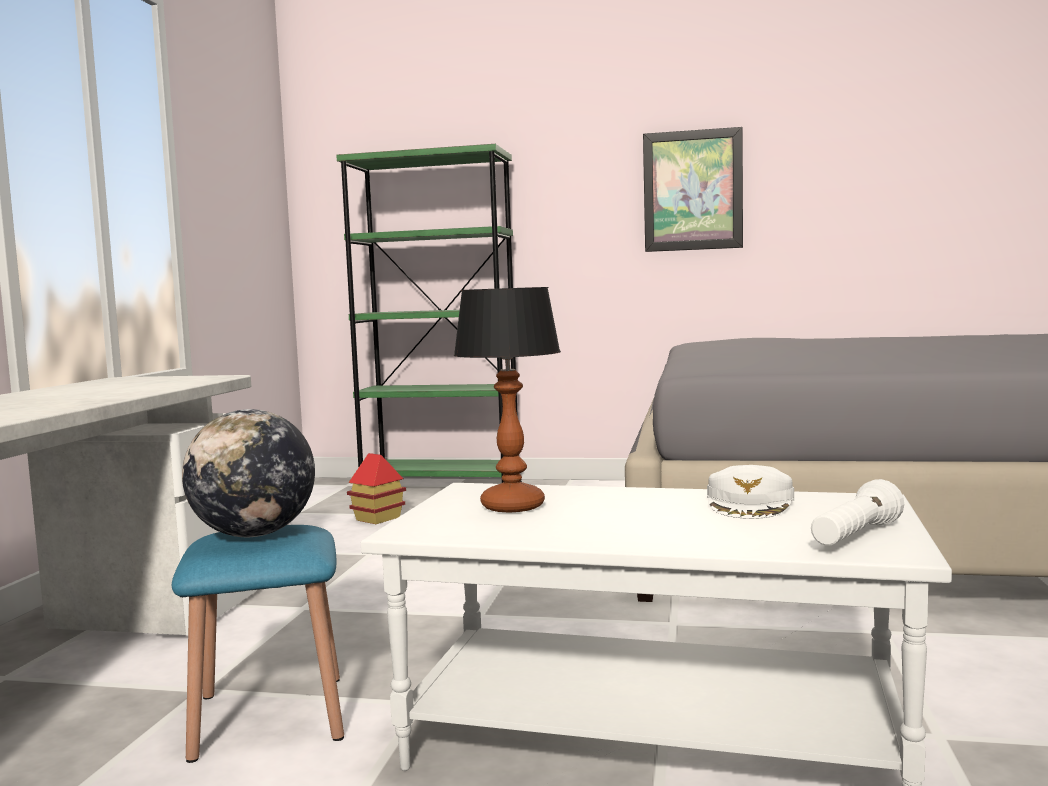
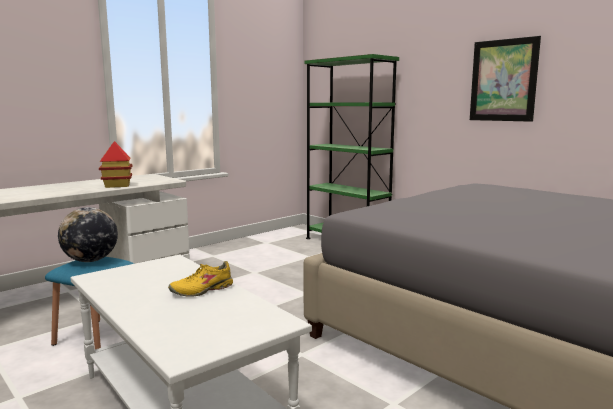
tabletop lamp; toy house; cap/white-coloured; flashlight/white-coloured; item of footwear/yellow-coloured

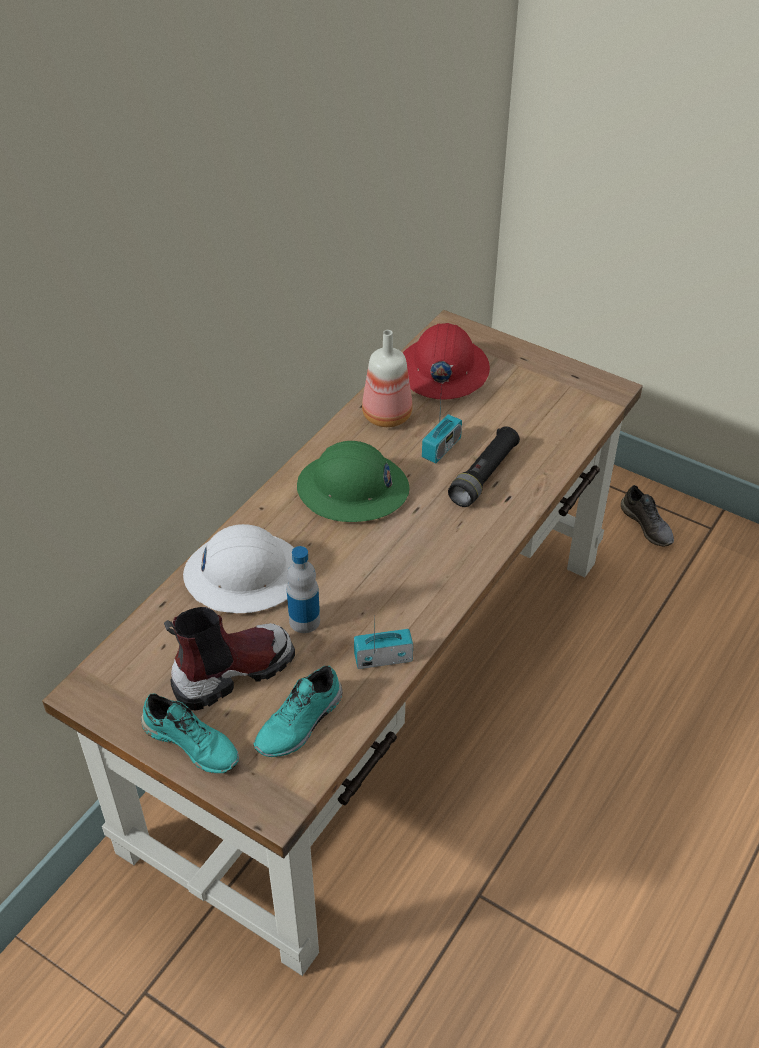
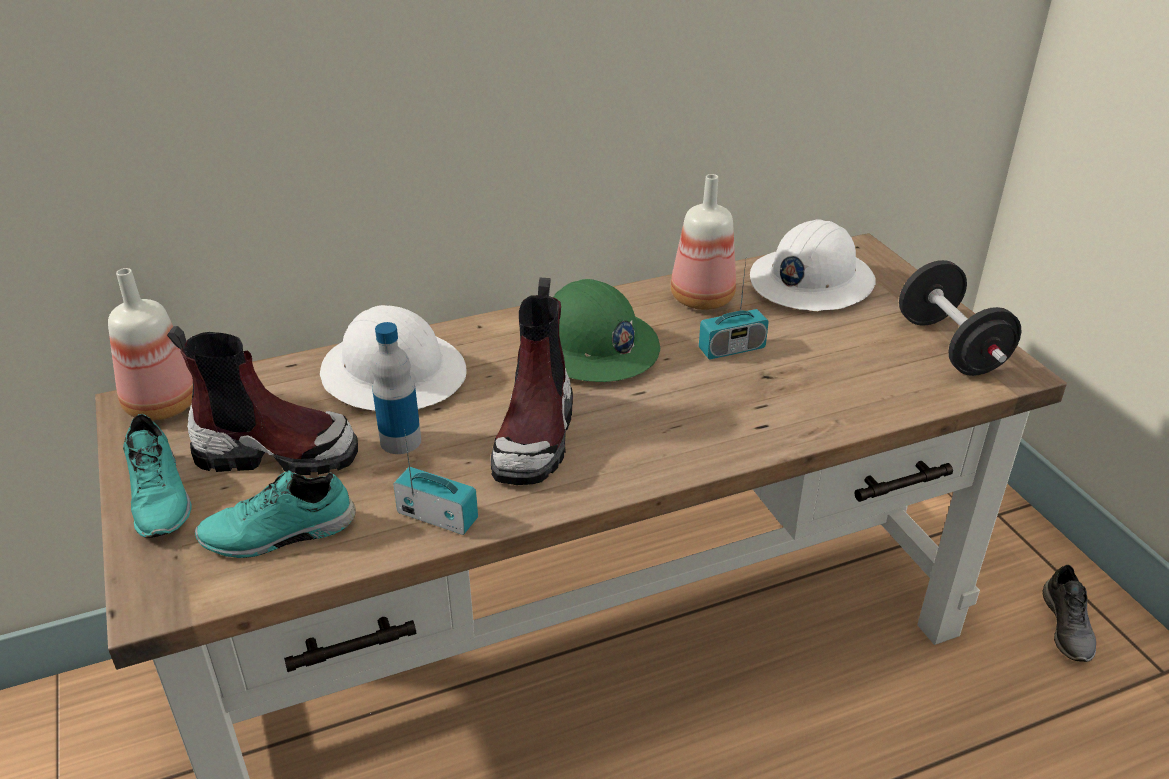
safety helmet/white-coloured (no. 2 from left); flashlight/blackish; hand weight/blackish; beverage bottle (no. 1 from left); tall boot (no. 2 from left)

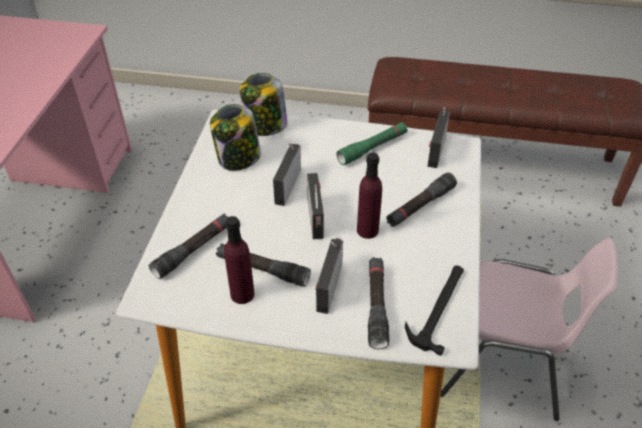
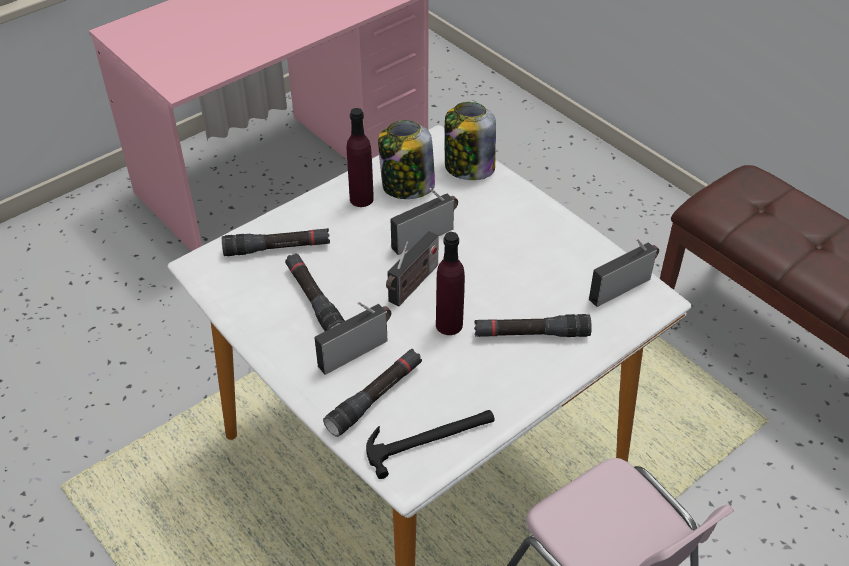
flashlight/green-coloured; beverage bottle/purple-coloured (no. 1 from left)

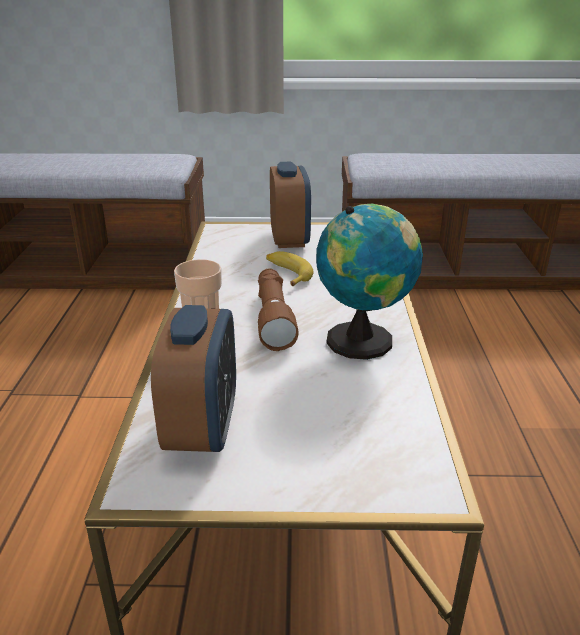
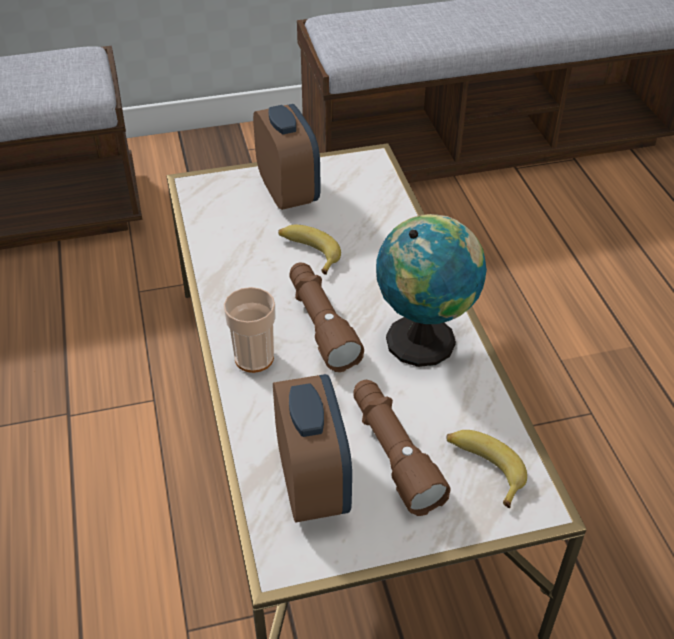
flashlight/brown-coloured (no. 2 from left); banana (no. 2 from left)

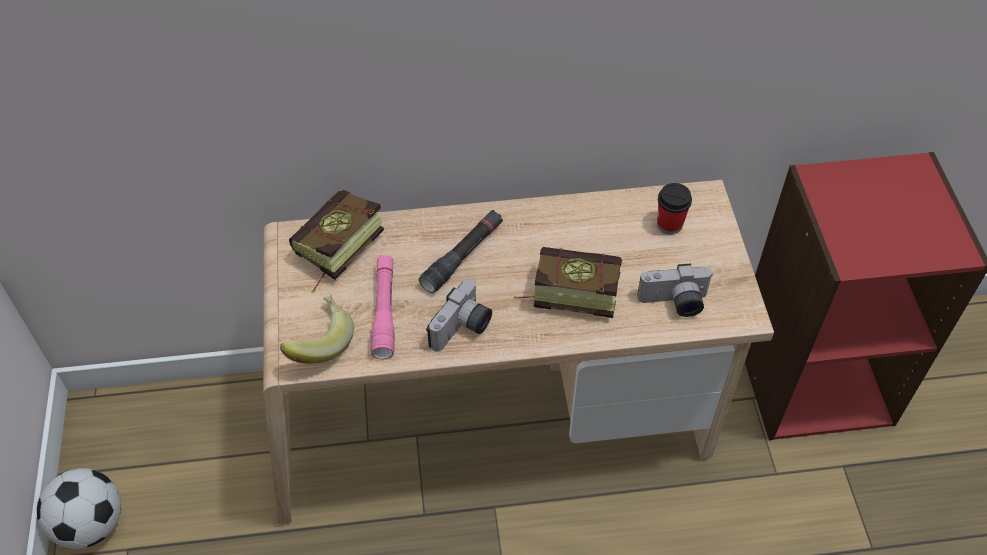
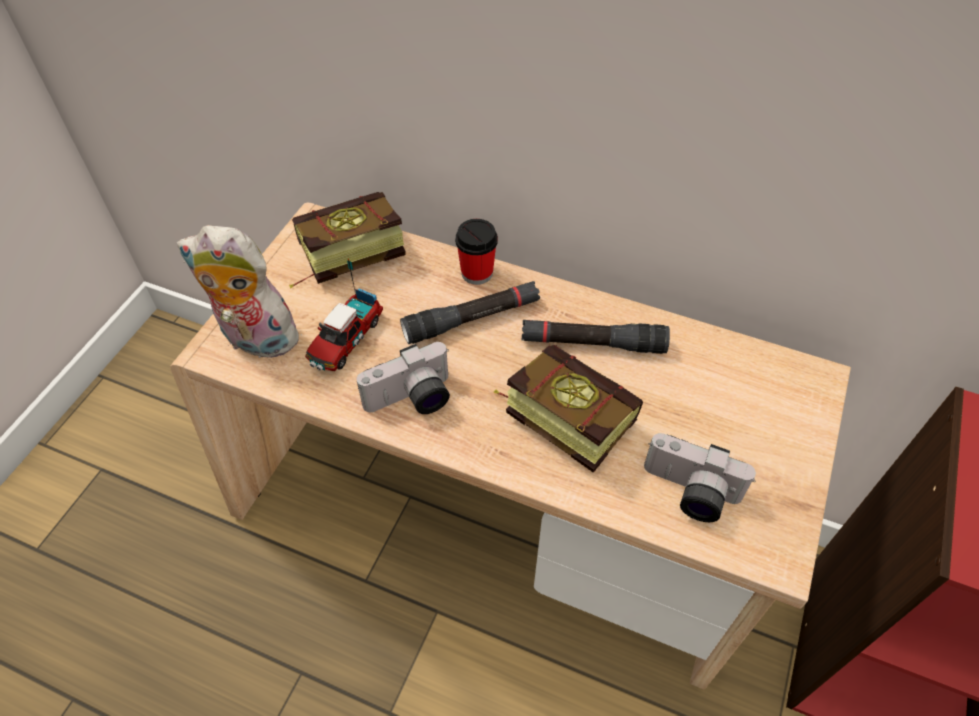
drinking cup; toy truck; soft toy; football; flashlight/blackish (no. 2 from left)

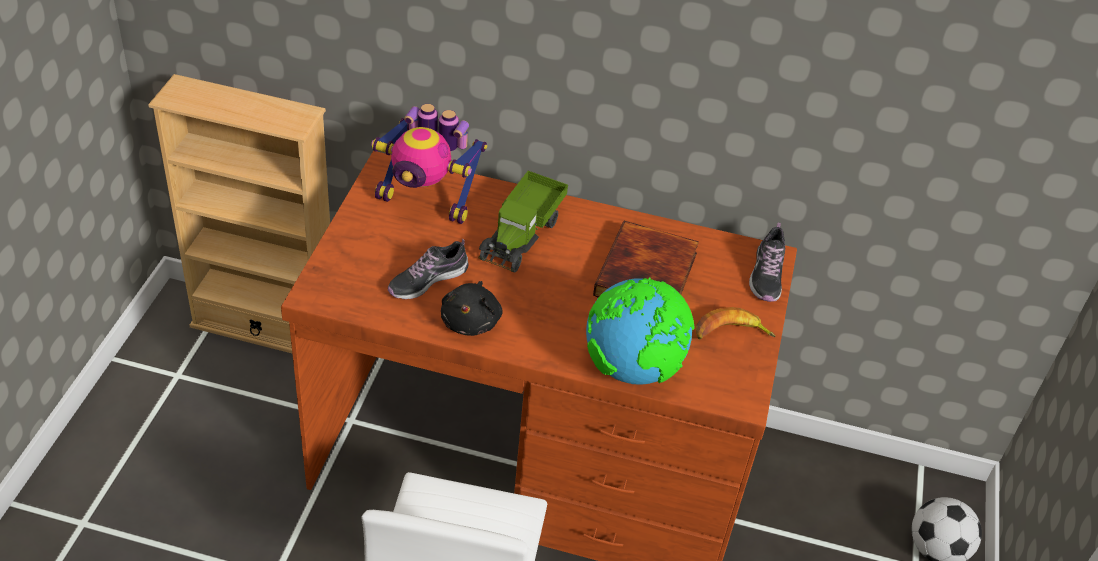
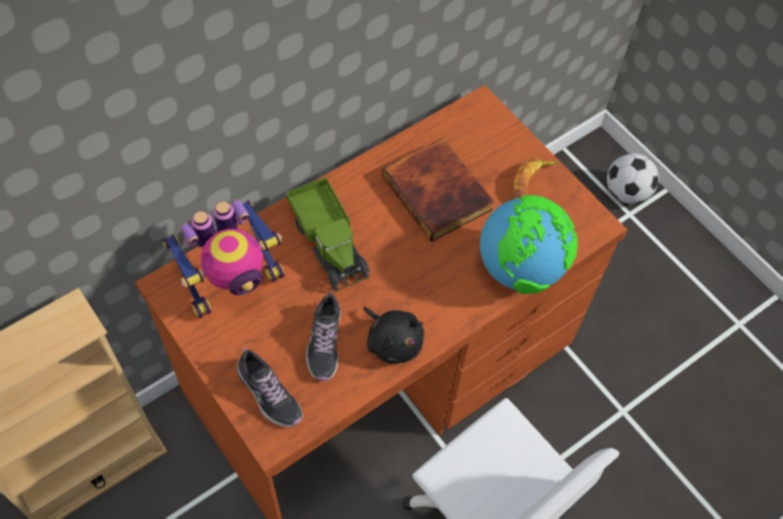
item of footwear (no. 1 from left)

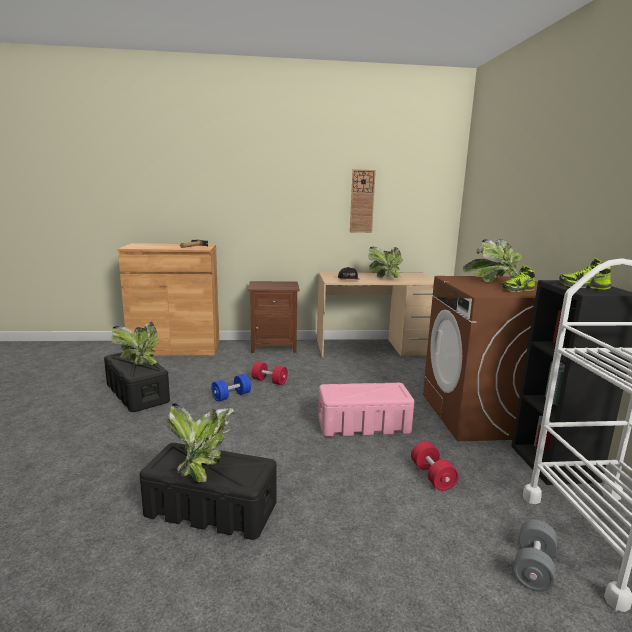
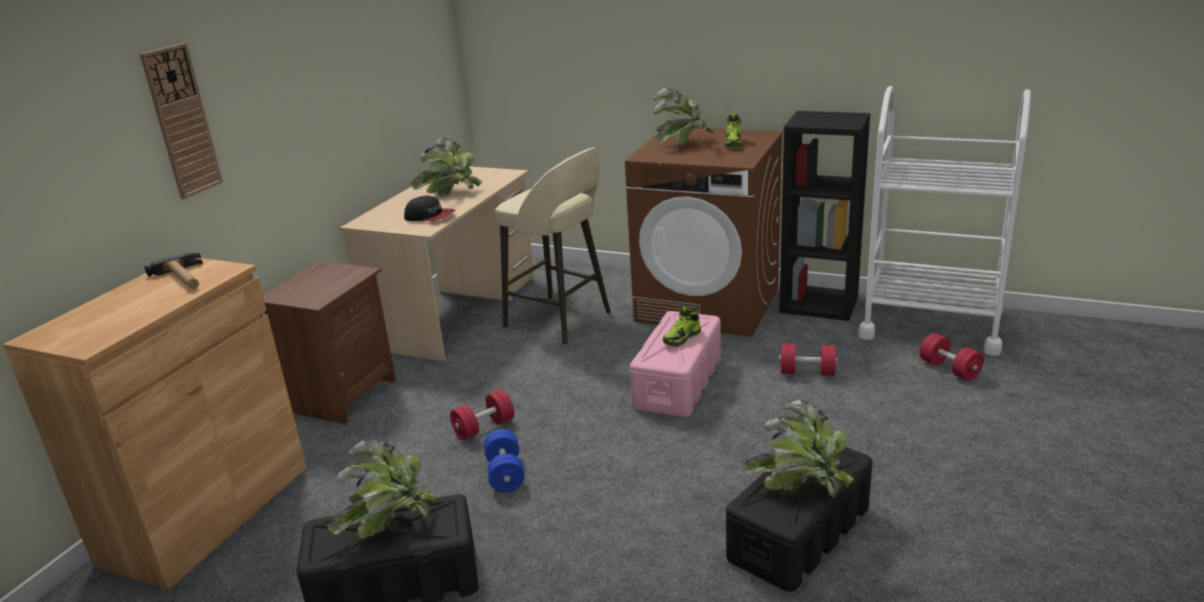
wall clock; item of footwear (no. 1 from left); hand weight/red-coloured (no. 3 from left); stool seat/beige

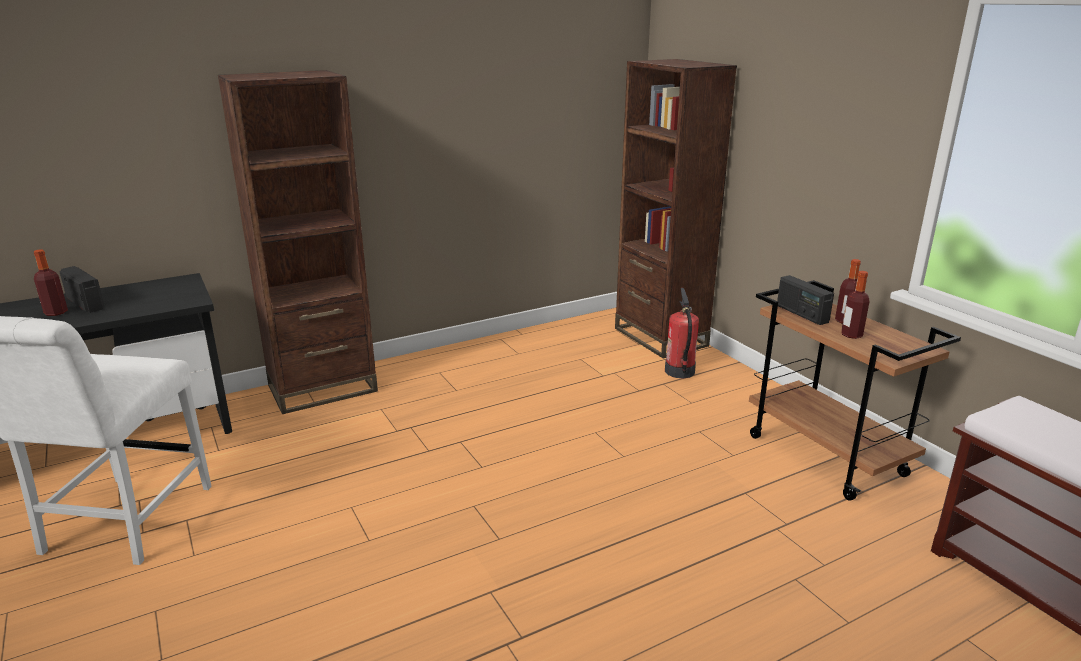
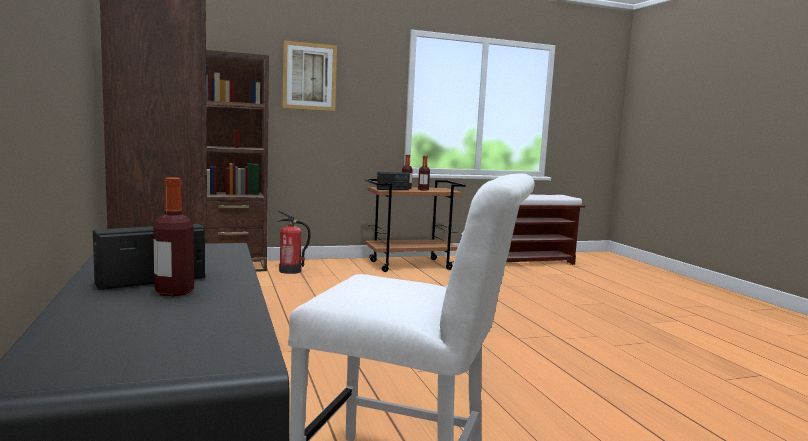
wall art

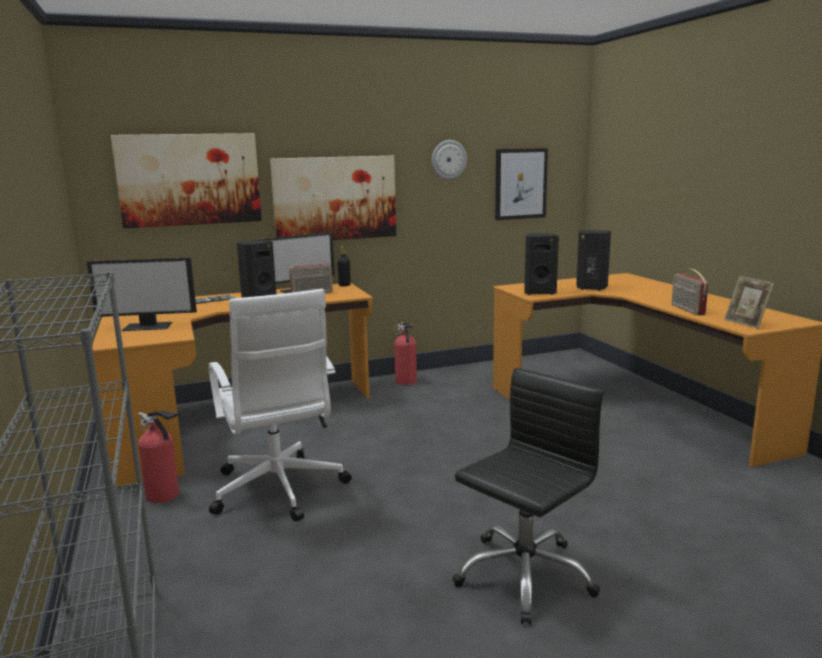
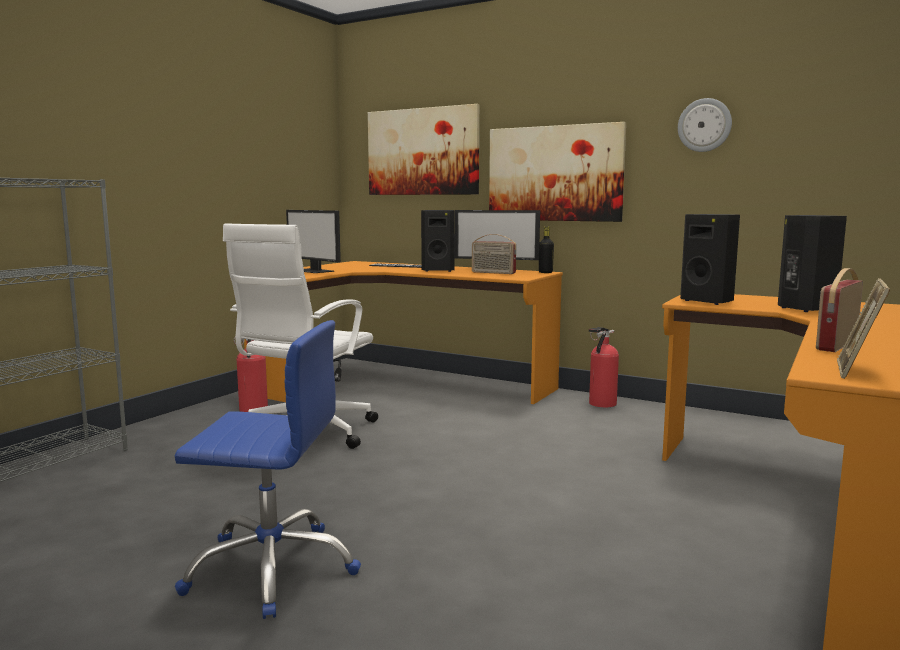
wall art (no. 3 from left in the first image); office chair/blue

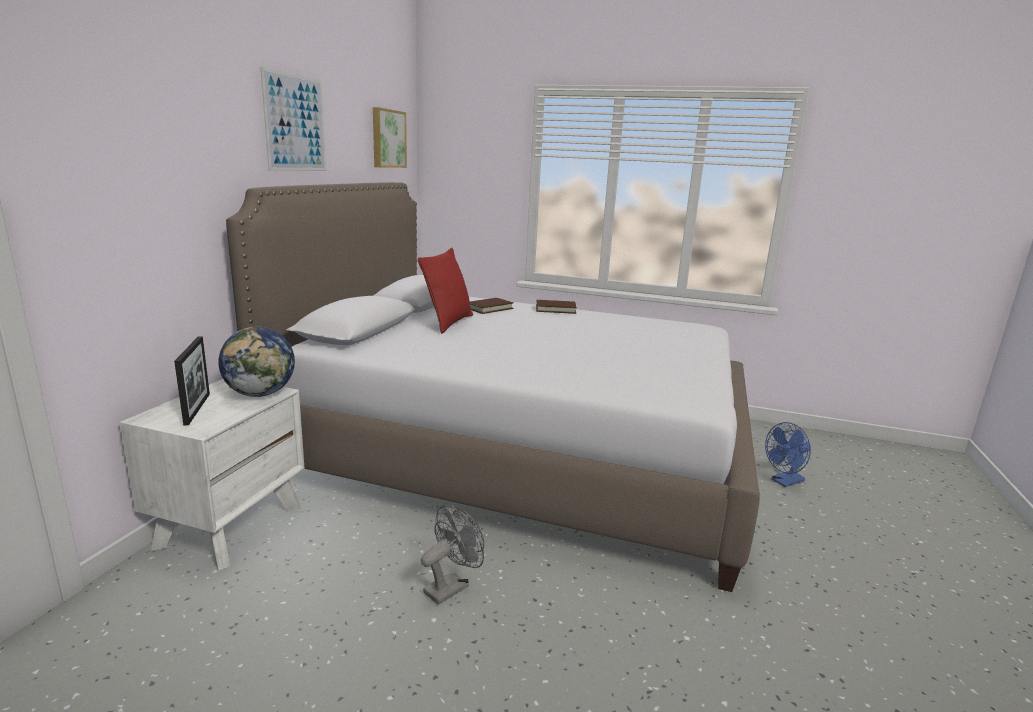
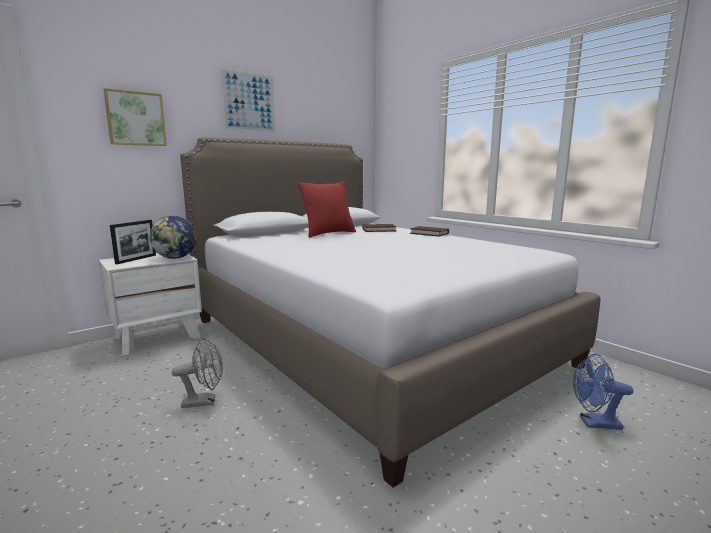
wall art (no. 1 from left)

